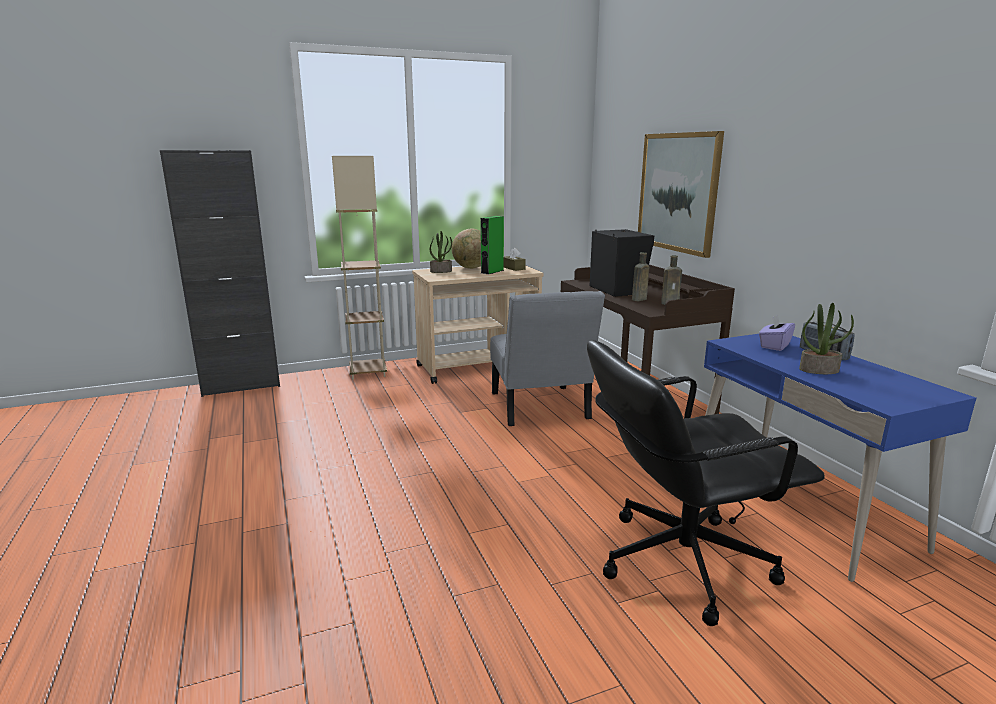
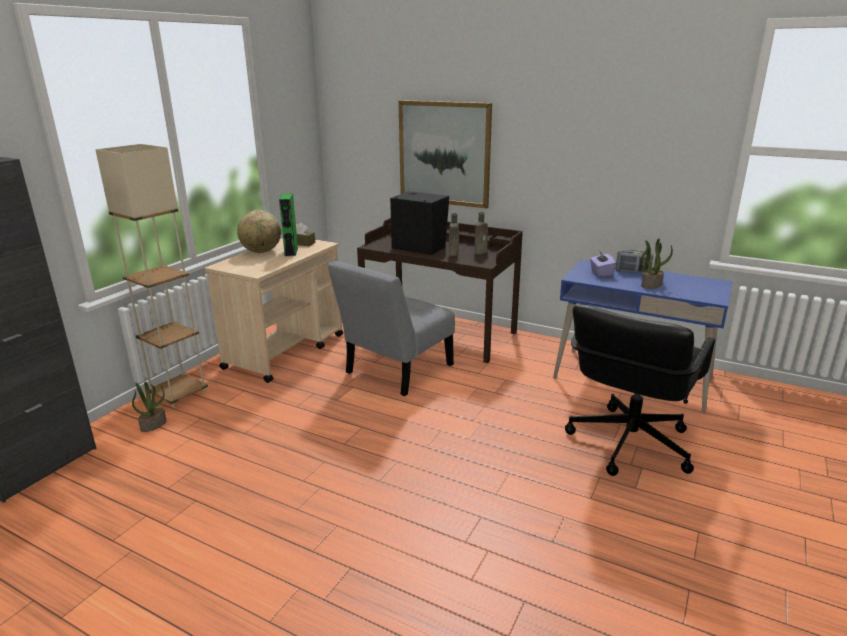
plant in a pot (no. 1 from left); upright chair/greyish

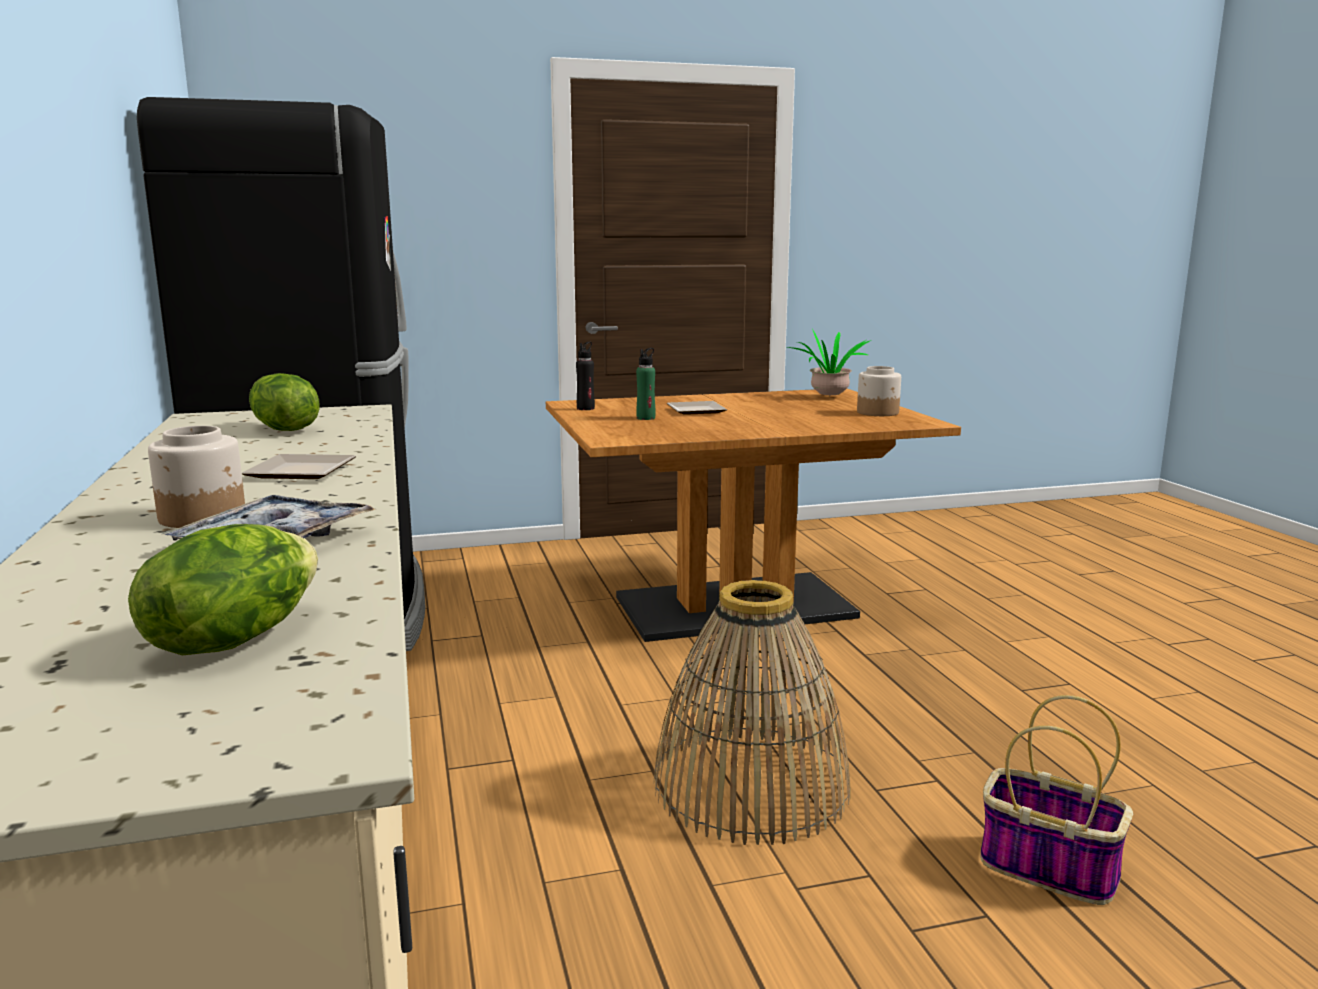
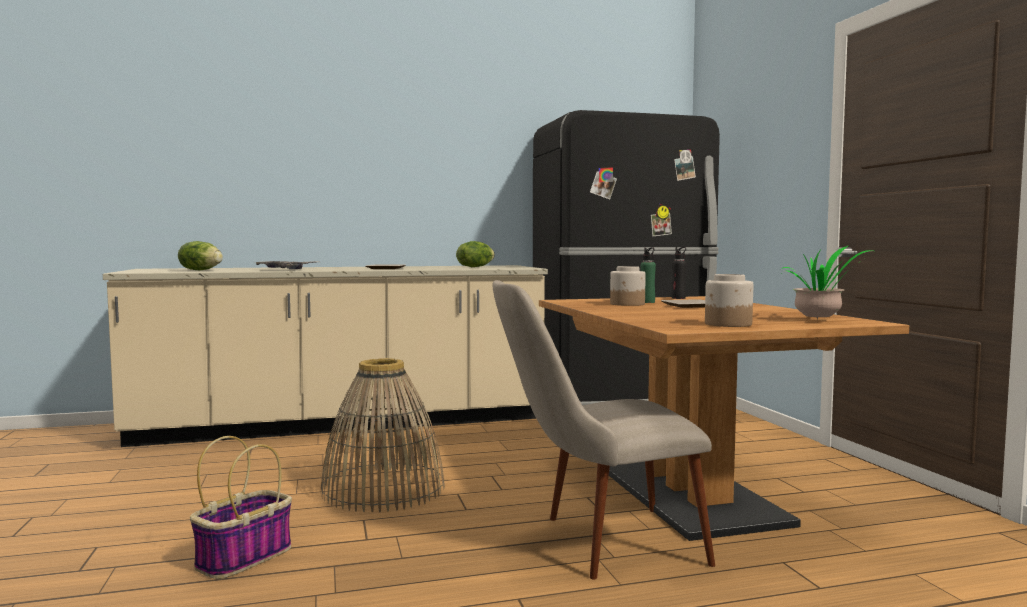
storage jar (no. 1 from left); upright chair/beige

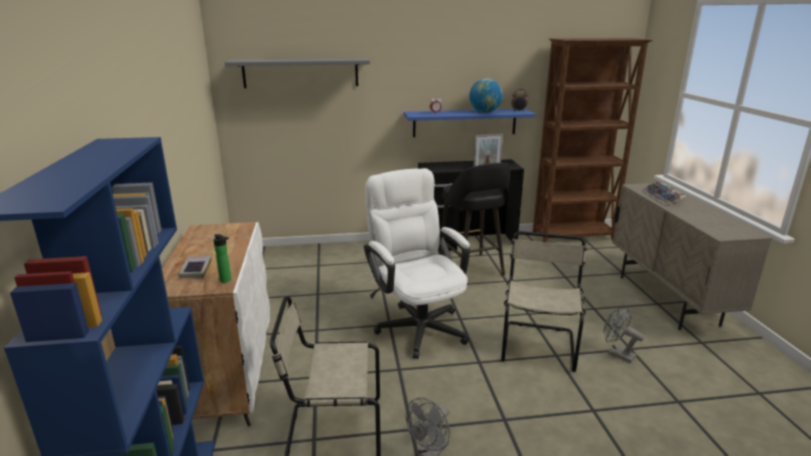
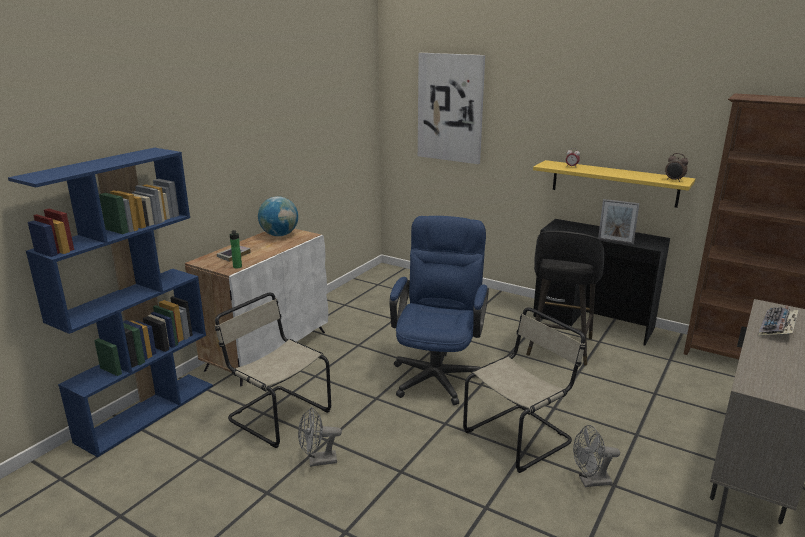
wall art; world globe; shelf/yellow-coloured; office chair/blue; electric fan/greyish (no. 2 from left)

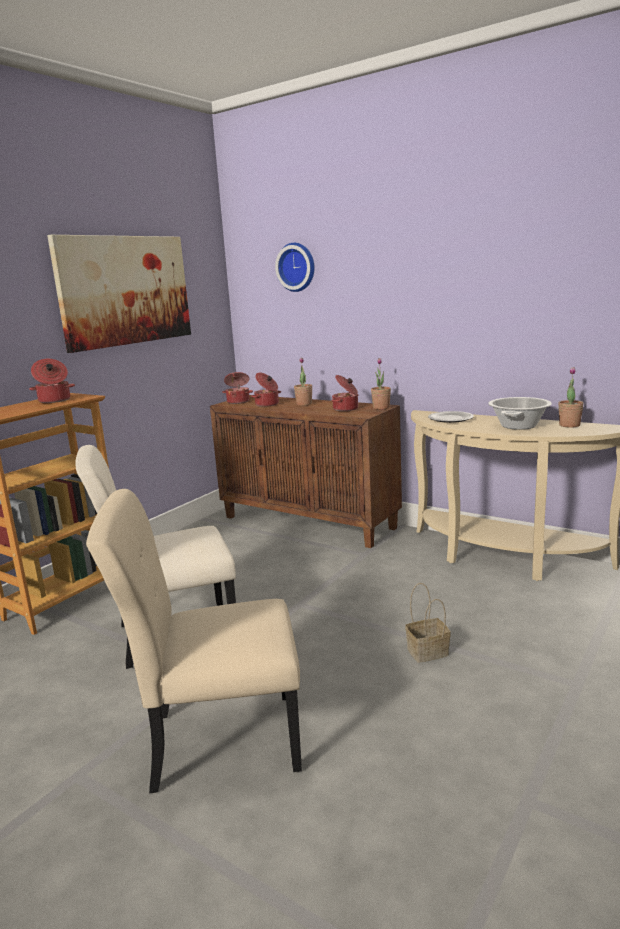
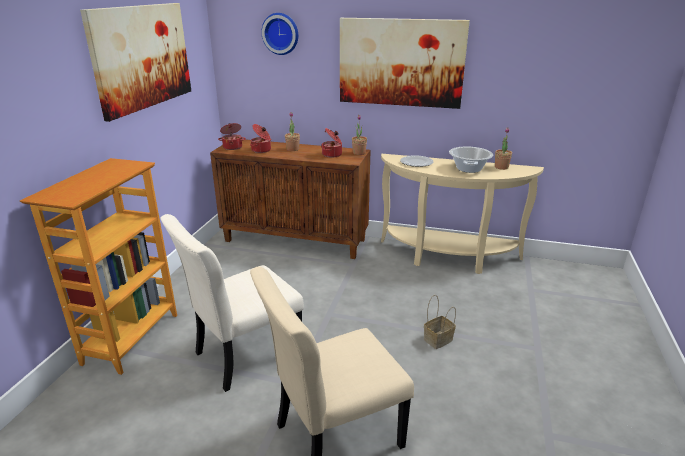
cooking pot (no. 1 from left in the first image); wall art (no. 2 from left)

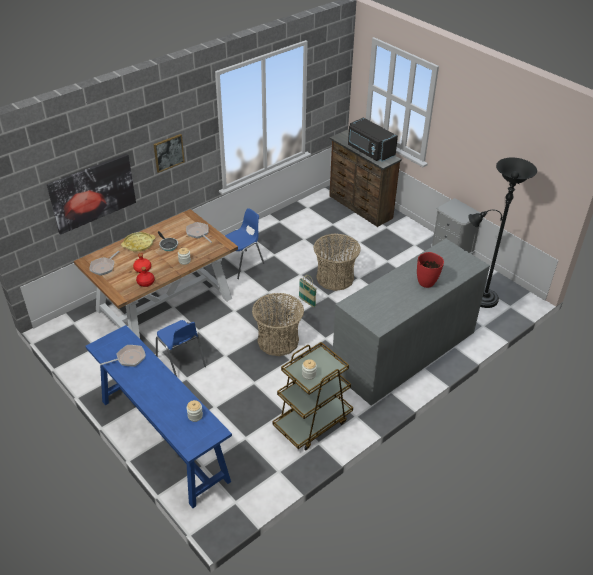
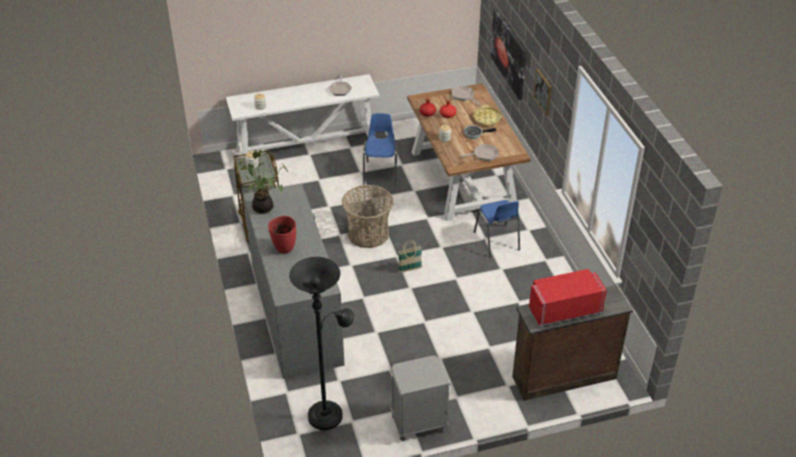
kitchen microwave/red-coloured; storage basket (no. 3 from left in the first image); upright chair/blue (no. 1 from left); console table/white-coloured; plant in a pot

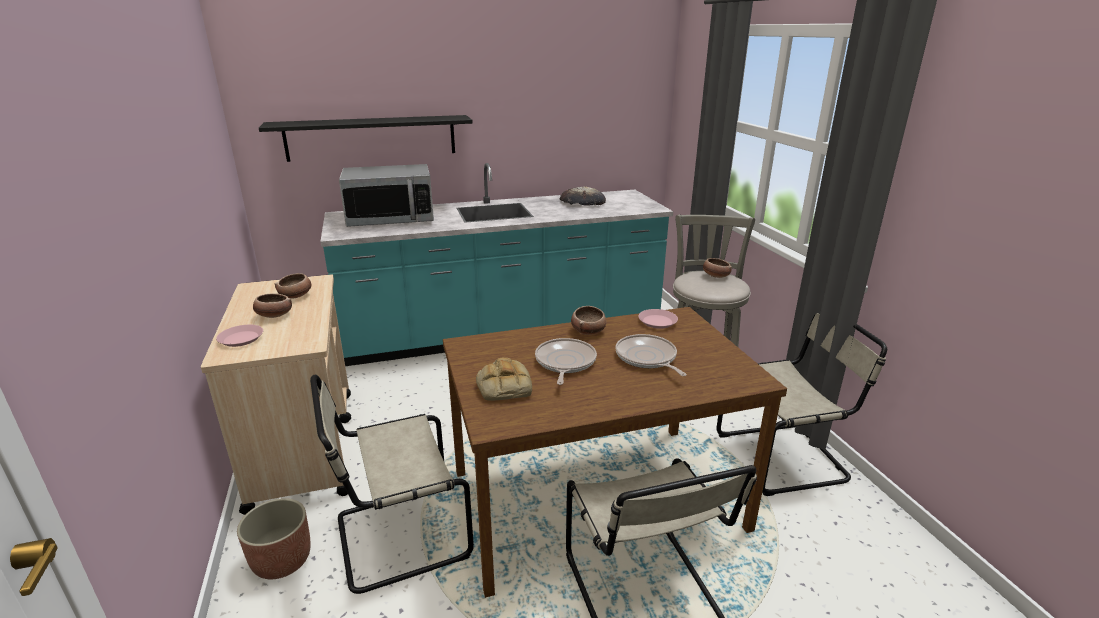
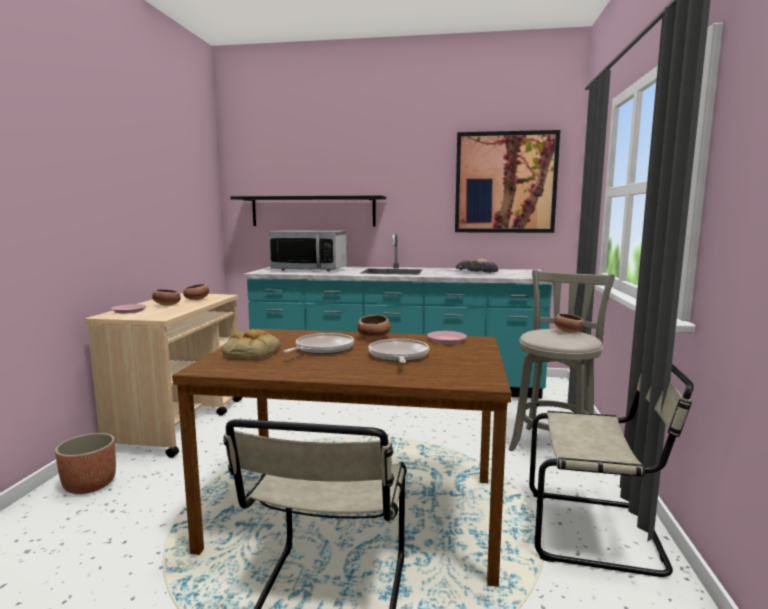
upright chair/beige (no. 1 from left in the first image); wall art

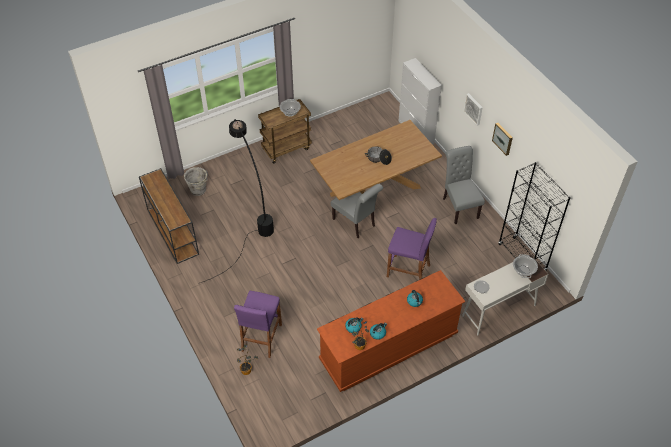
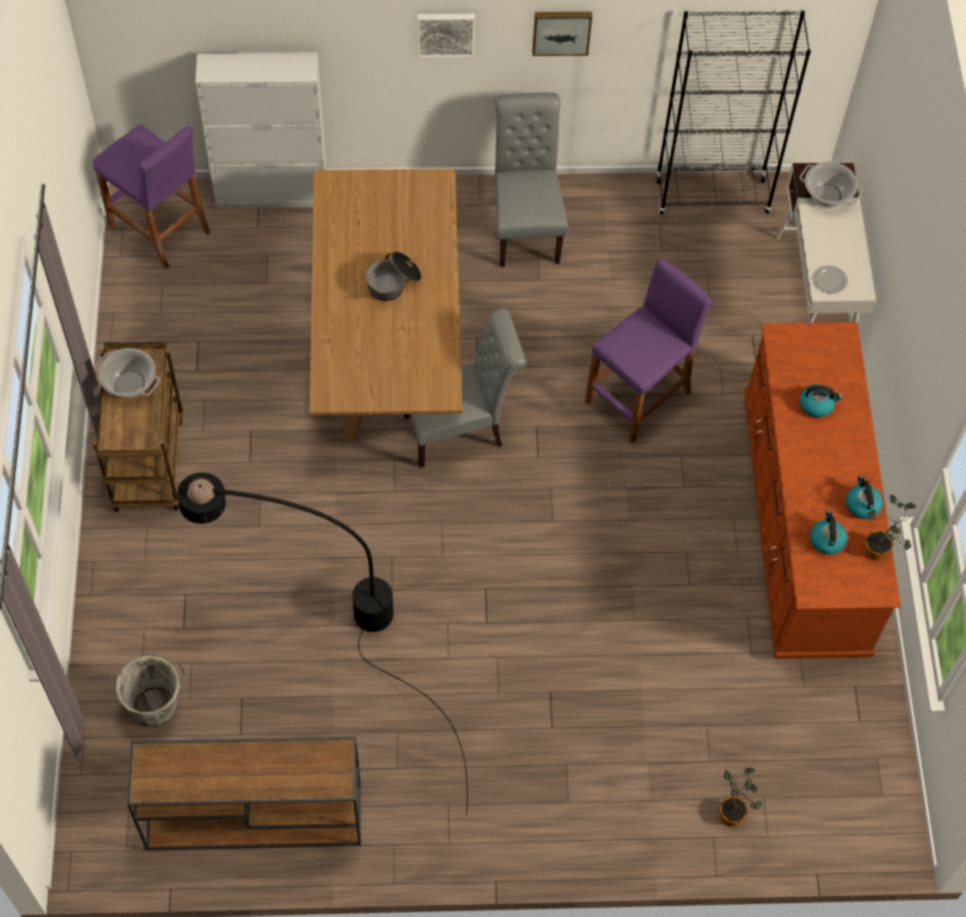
upright chair/greyish (no. 2 from left); stool seat/purple-coloured (no. 1 from left)

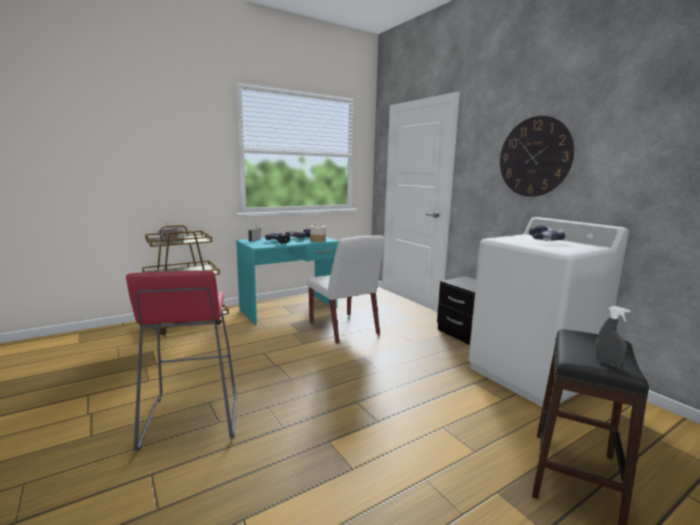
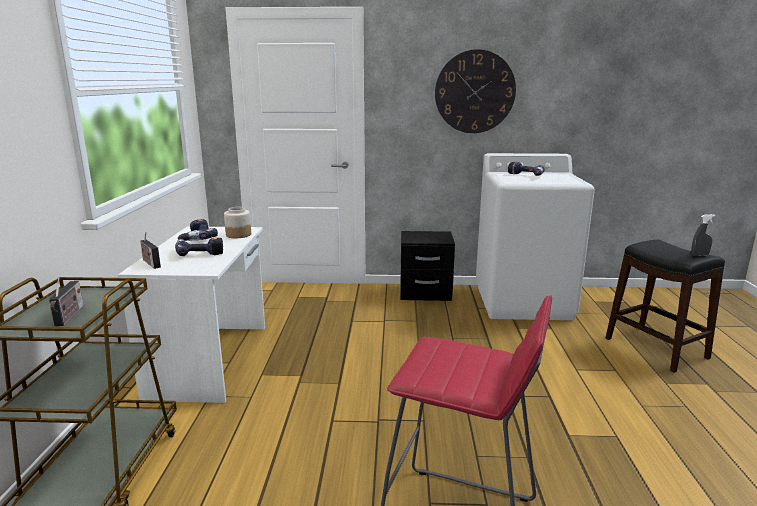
upright chair/white-coloured; desk unit/white-coloured

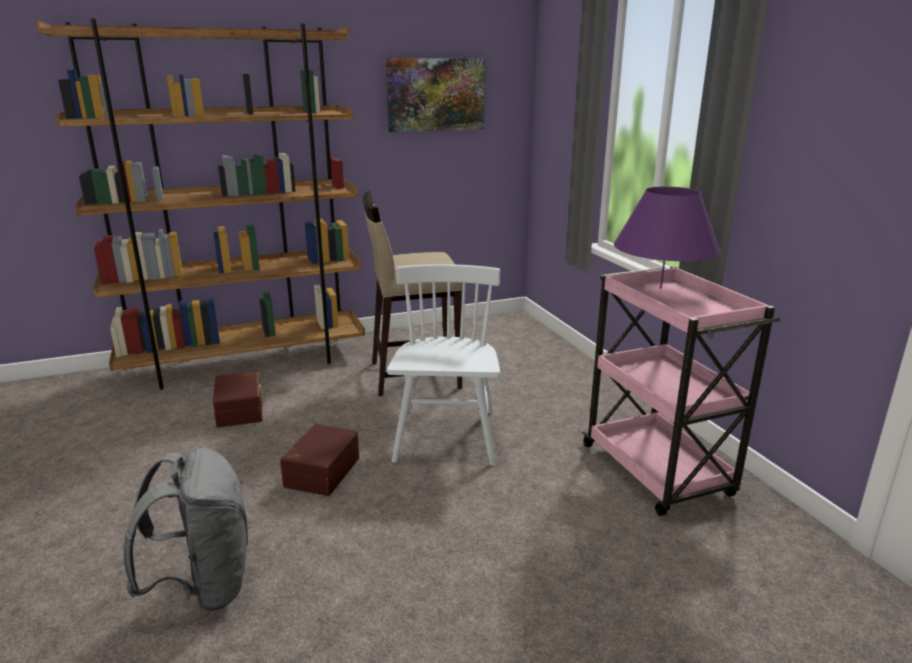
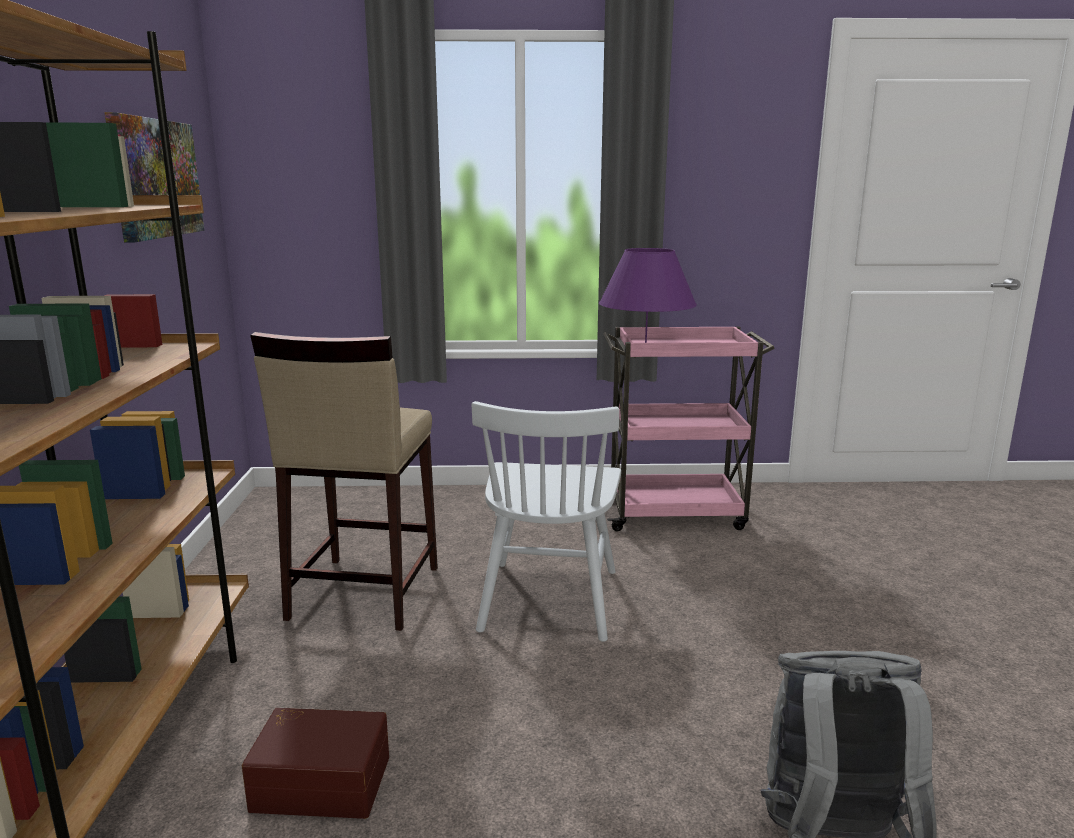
upright chair/white-coloured; storage box/brown-coloured (no. 2 from left in the first image)

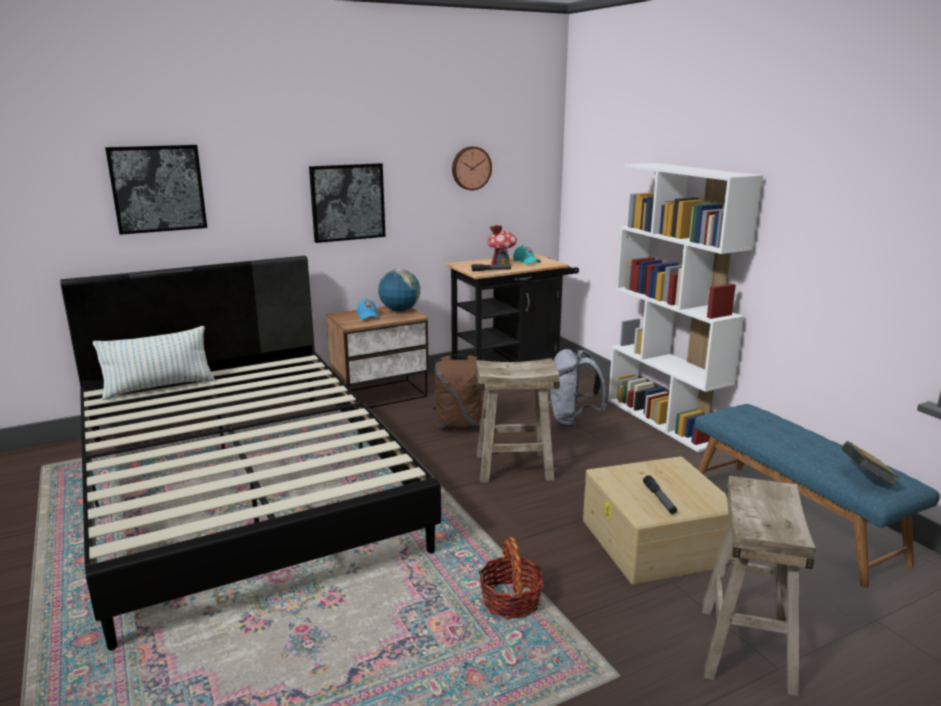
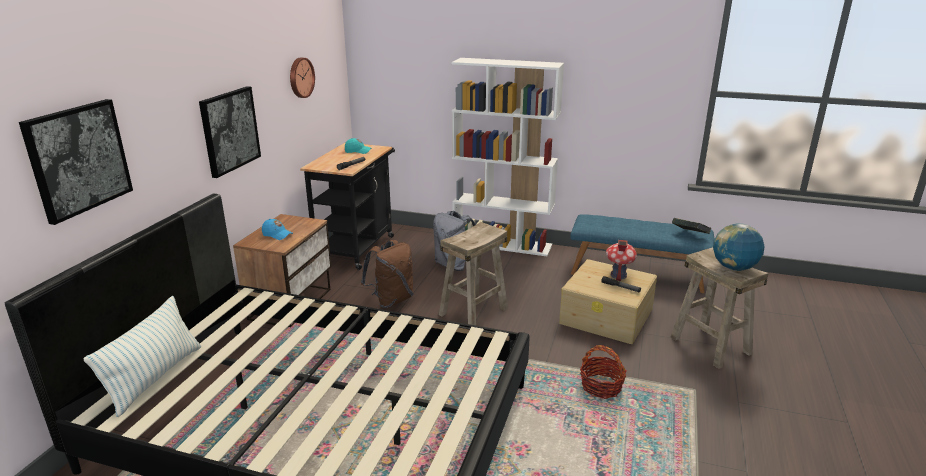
toy house; world globe

